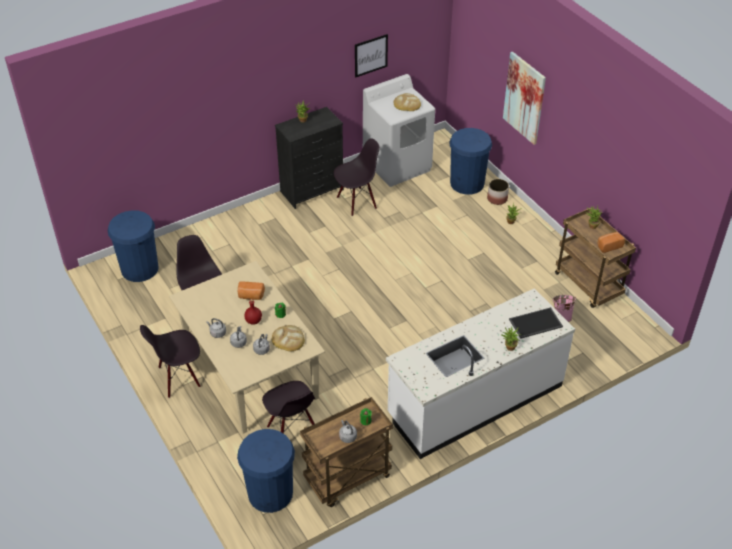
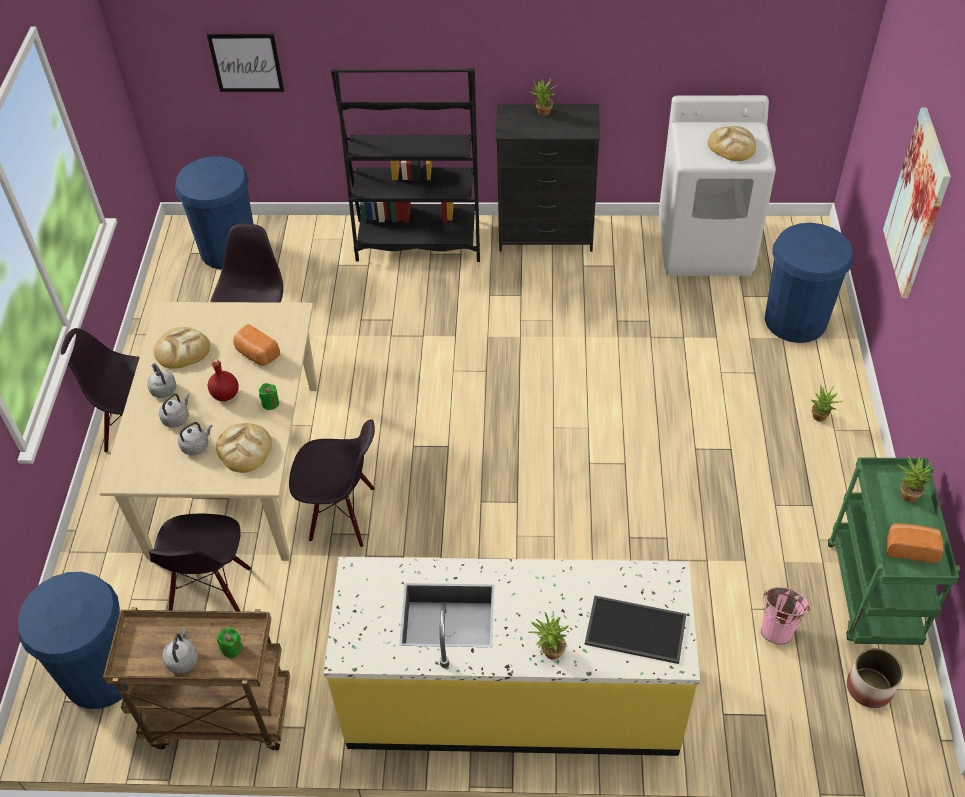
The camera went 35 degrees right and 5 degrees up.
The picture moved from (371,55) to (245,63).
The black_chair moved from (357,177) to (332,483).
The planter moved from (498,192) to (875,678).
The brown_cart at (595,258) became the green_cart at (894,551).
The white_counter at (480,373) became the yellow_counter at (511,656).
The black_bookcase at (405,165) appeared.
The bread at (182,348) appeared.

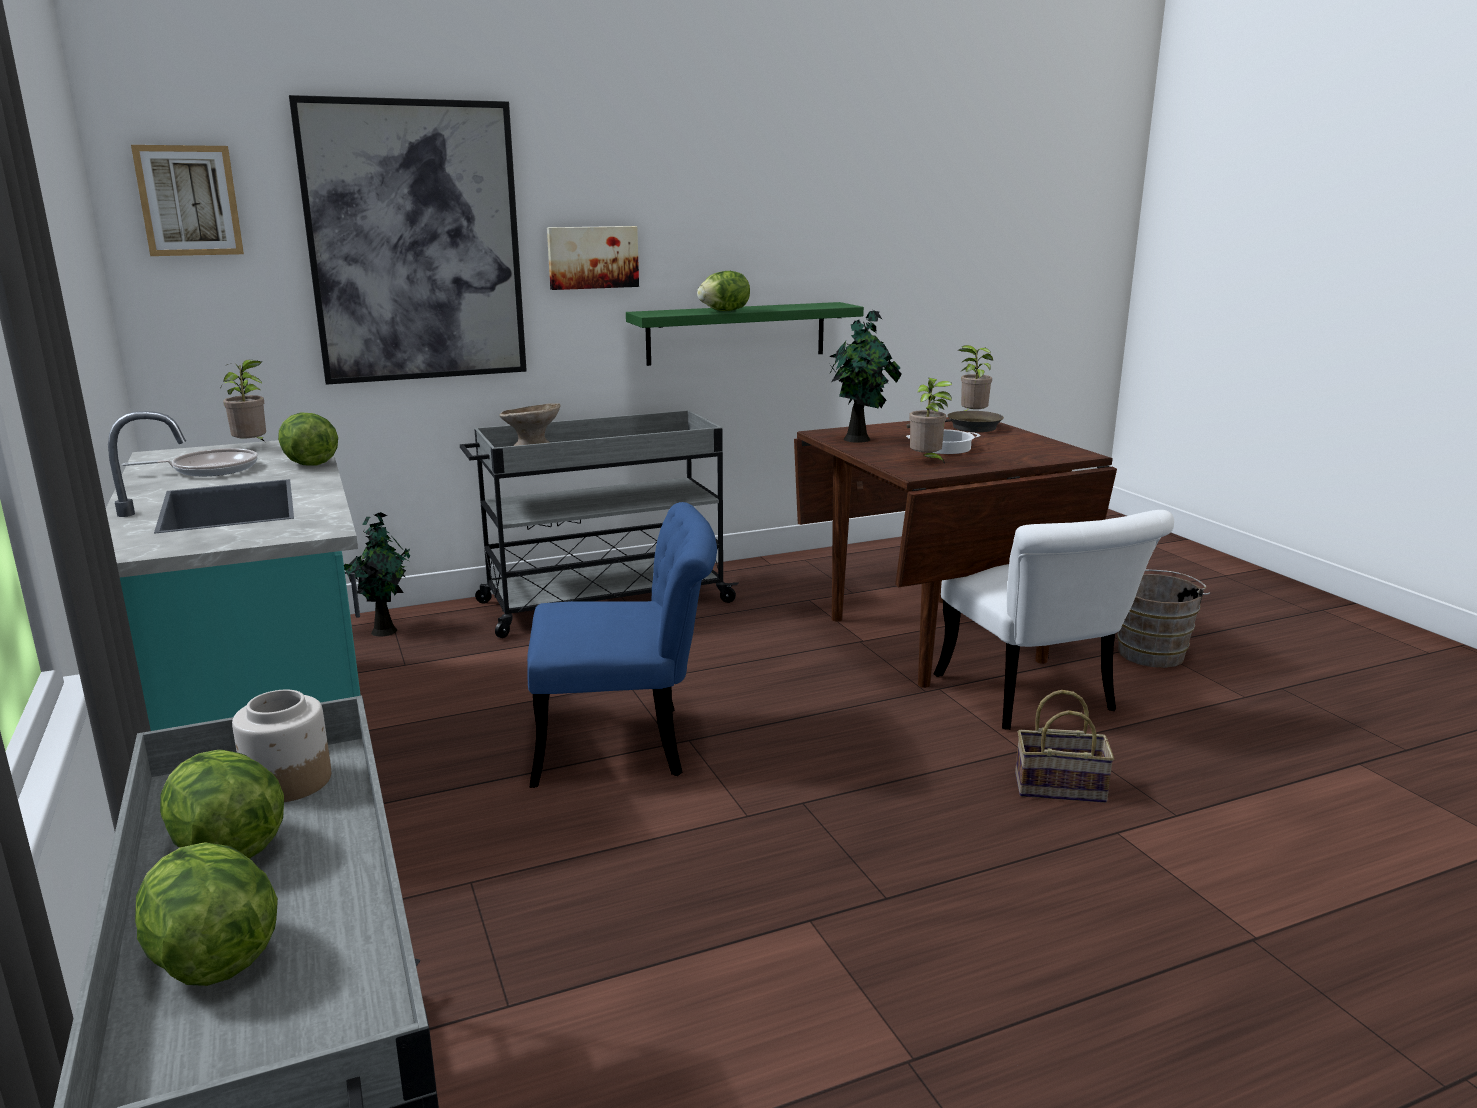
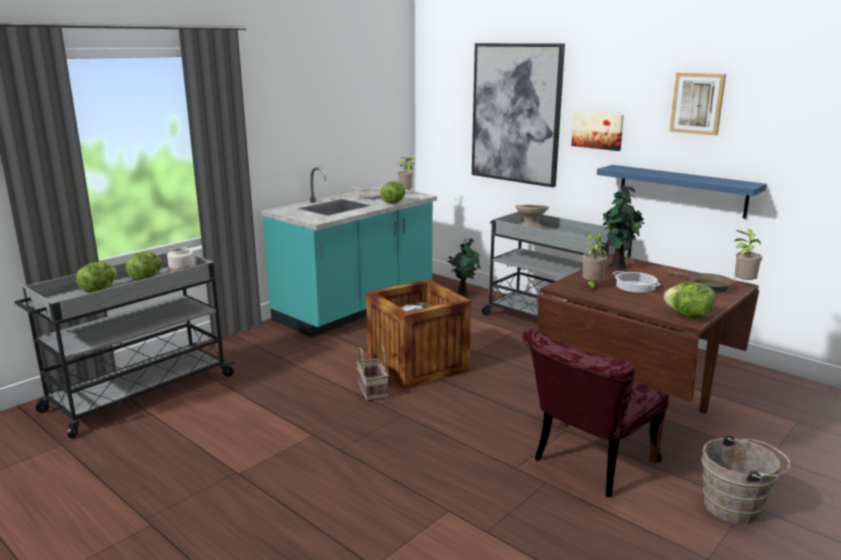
The camera went 65 degrees right and 0 degrees up.
The picture moved from (187,200) to (697,104).
The lettuce moved from (723,291) to (689,300).
The green_shelf at (745,334) became the blue_shelf at (682,191).
The blue_chair at (622,645) was replaced by the crate at (418,334).
The white_chair at (1054,620) became the red_chair at (595,413).
The basket moved from (1064,746) to (372,373).

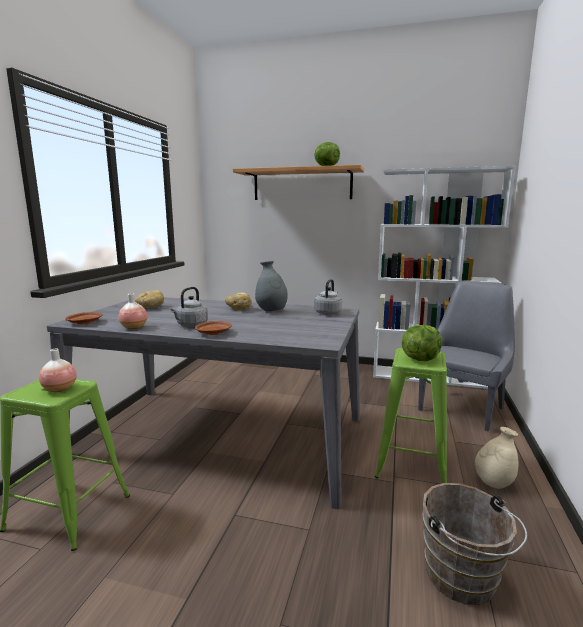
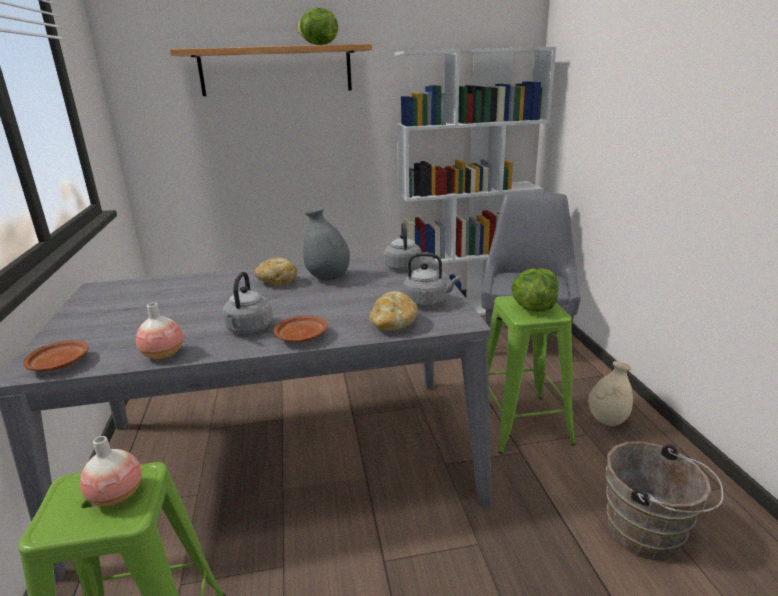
The camera went 25 degrees left and 10 degrees up.
The bread moved from (149,299) to (393,311).
The grey_kettle at (431,280) appeared.

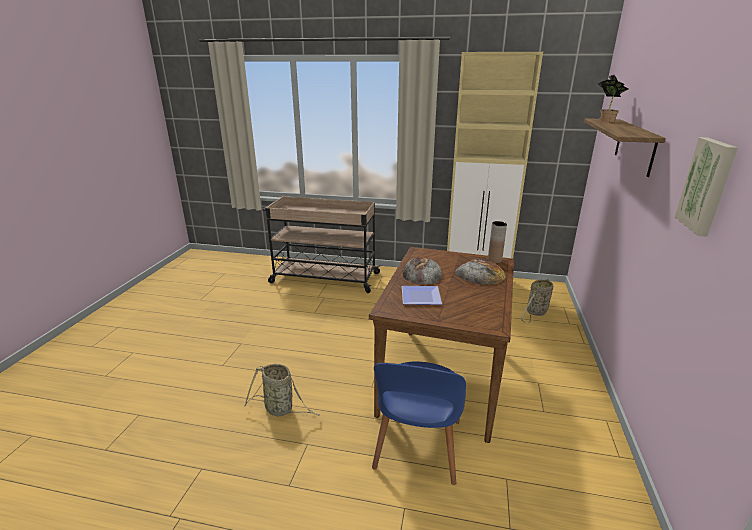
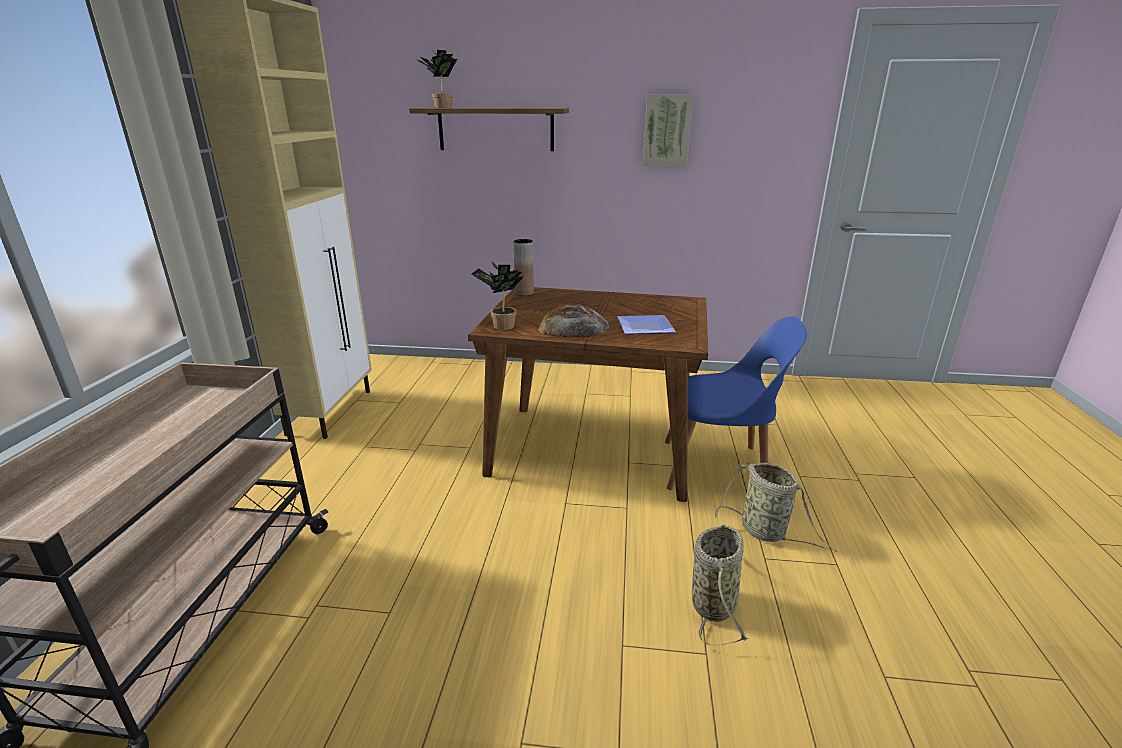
The camera went 95 degrees left and 0 degrees up.
The bread at (480,272) disappeared.
The basket moved from (537,300) to (776,507).
The potted_plant at (497,296) appeared.

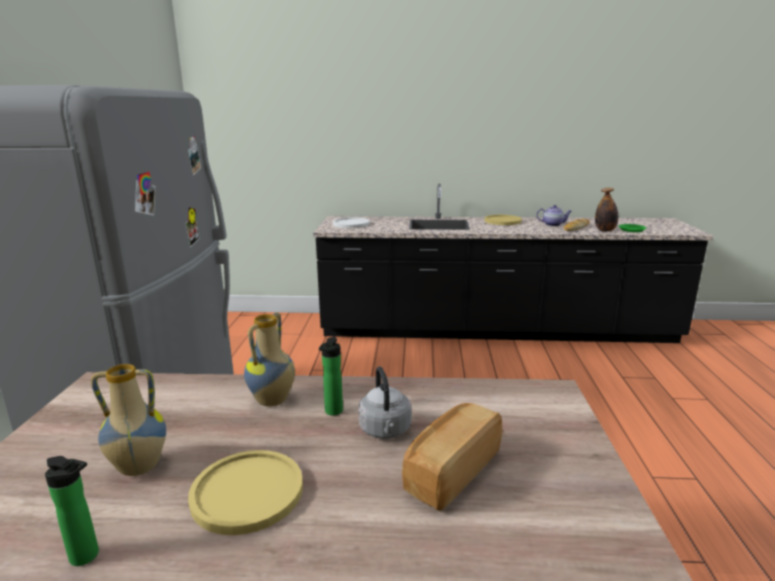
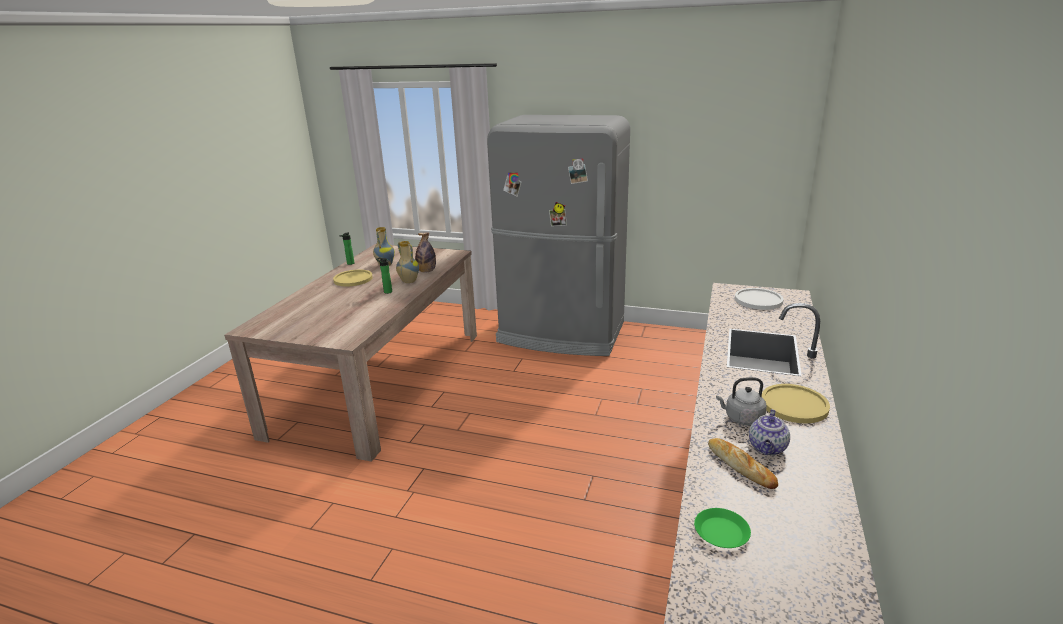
The camera went 105 degrees right and 5 degrees up.
The bottle moved from (606,210) to (425,253).
The grey_kettle moved from (385,402) to (741,401).
The bread at (452,457) disappeared.

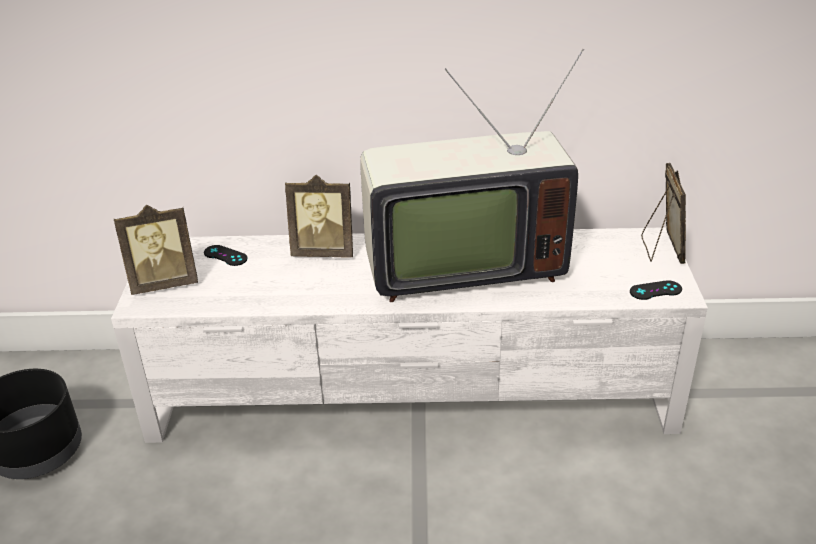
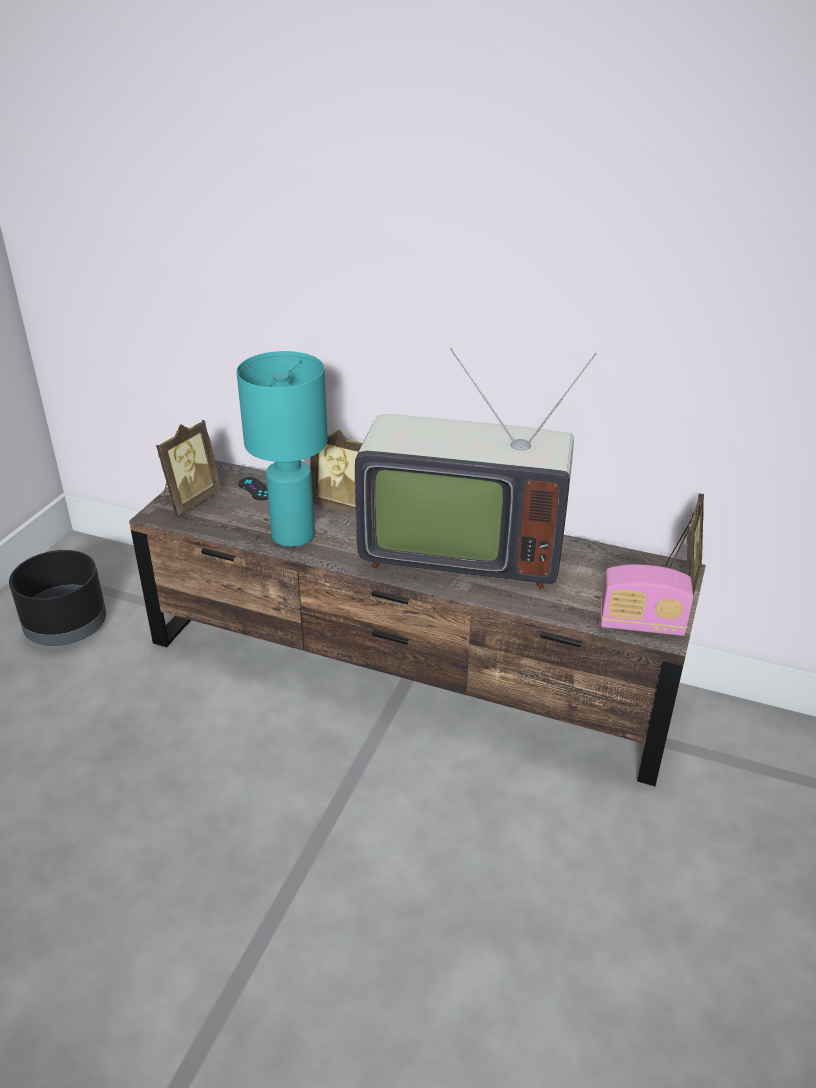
The camera went 20 degrees right and 0 degrees up.
The picture_frame at (156,250) turned 60 degrees counterclockwise.
The white_tv_stand at (409,335) became the brown_tv_stand at (417,623).
The black_game_controller at (656,290) was replaced by the radio at (647,600).
The turquoise_table_lamp at (282,449) appeared.

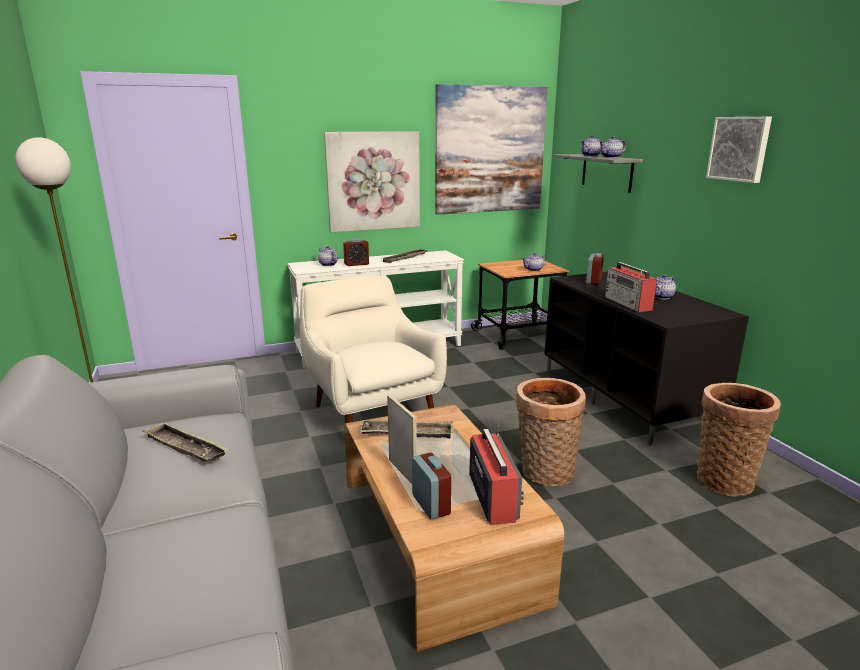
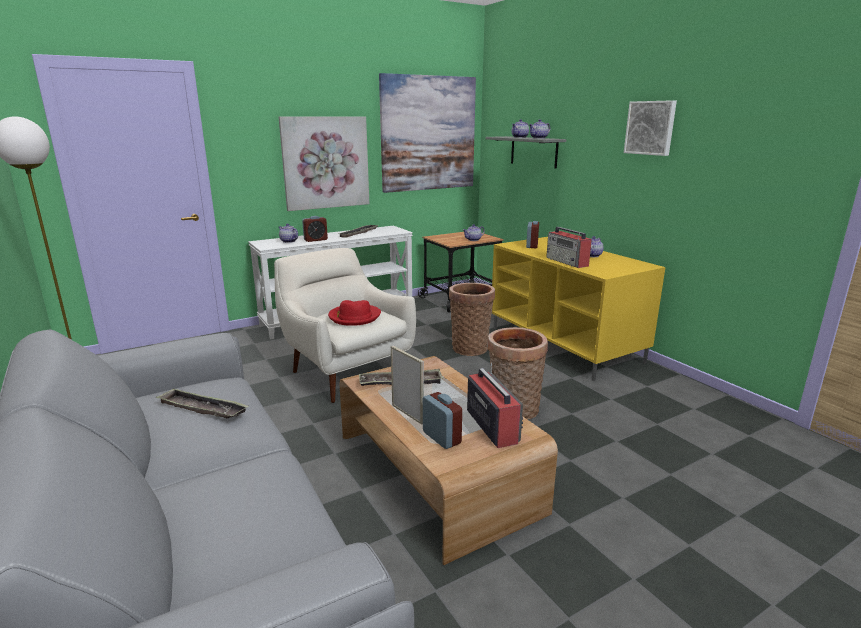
The camera went 10 degrees left and 0 degrees up.
The black_tv_stand at (646,358) became the yellow_tv_stand at (579,309).
The basket moved from (739,440) to (472,319).
The red_hat at (354,313) appeared.

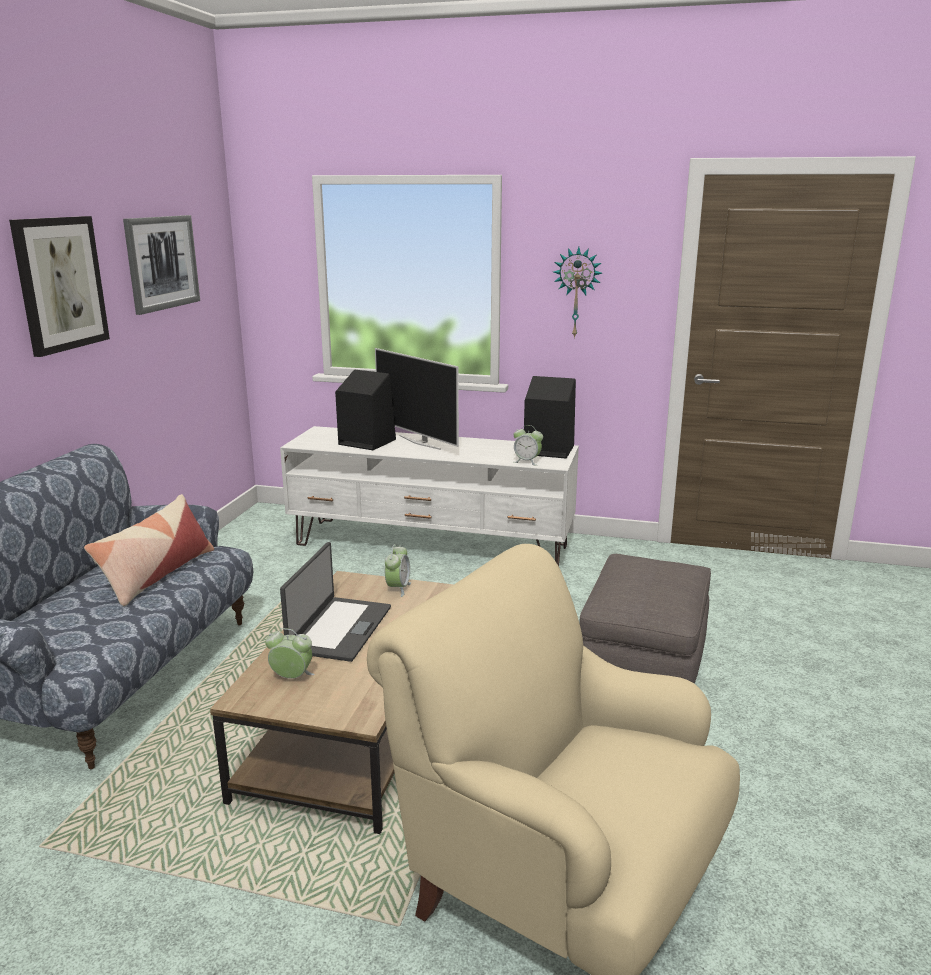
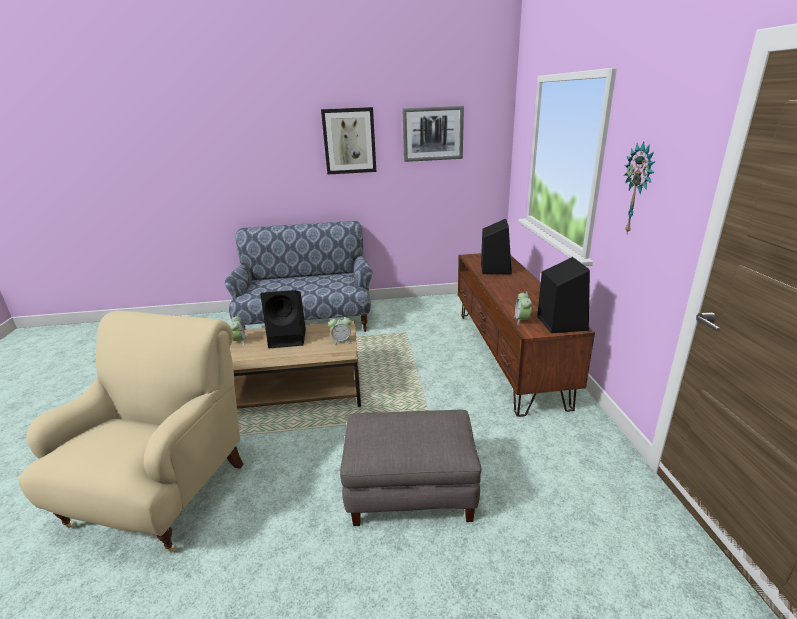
The camera went 70 degrees right and 5 degrees up.
The television at (417,399) disappeared.
The white_tv_stand at (429,496) became the brown_tv_stand at (526,335).
The pillow at (149,550) disappeared.
The laptop at (335,602) was replaced by the black_speaker at (283,319).

